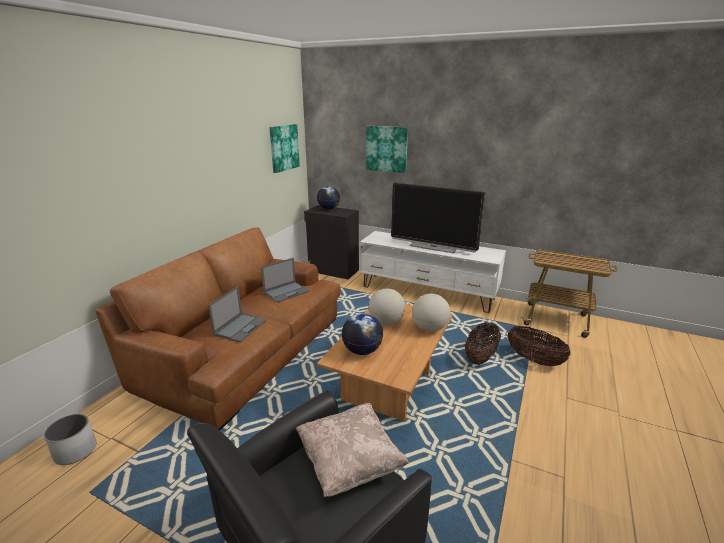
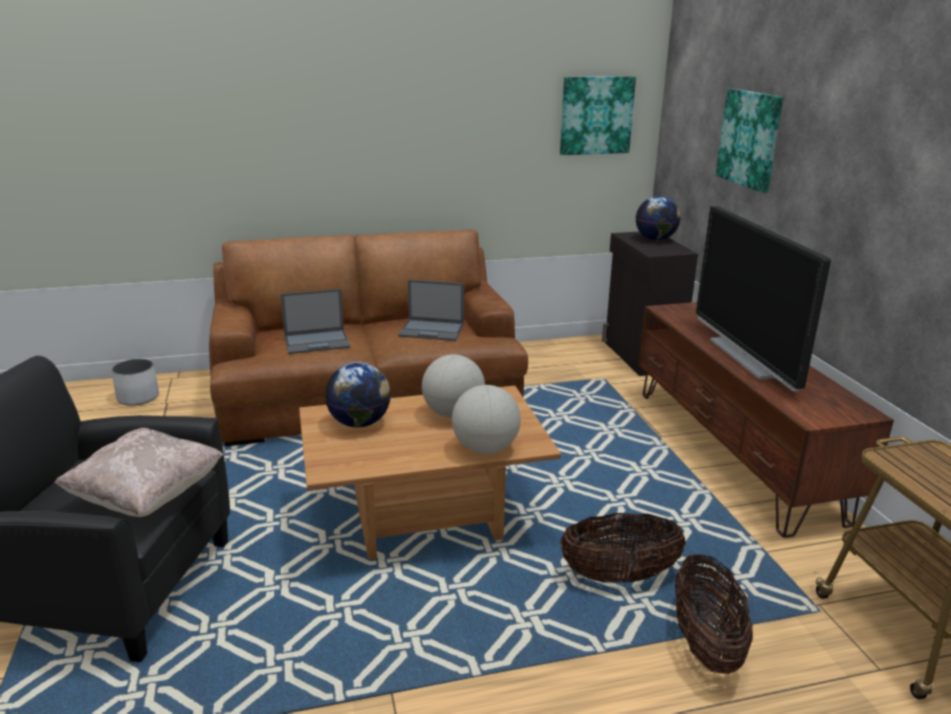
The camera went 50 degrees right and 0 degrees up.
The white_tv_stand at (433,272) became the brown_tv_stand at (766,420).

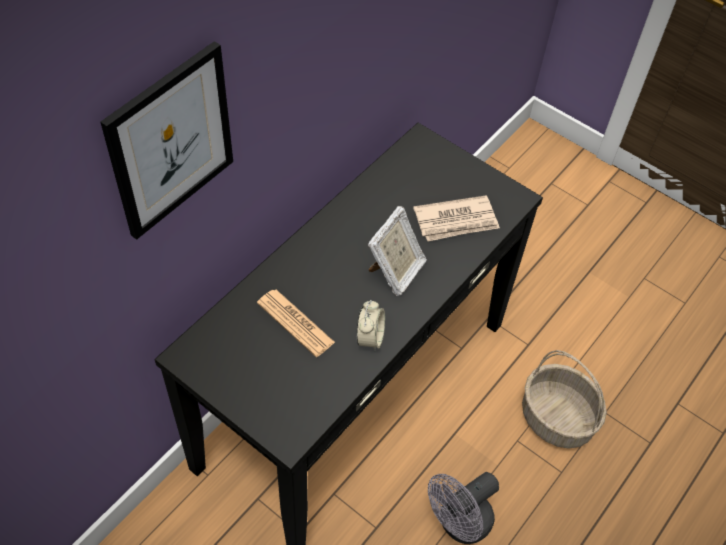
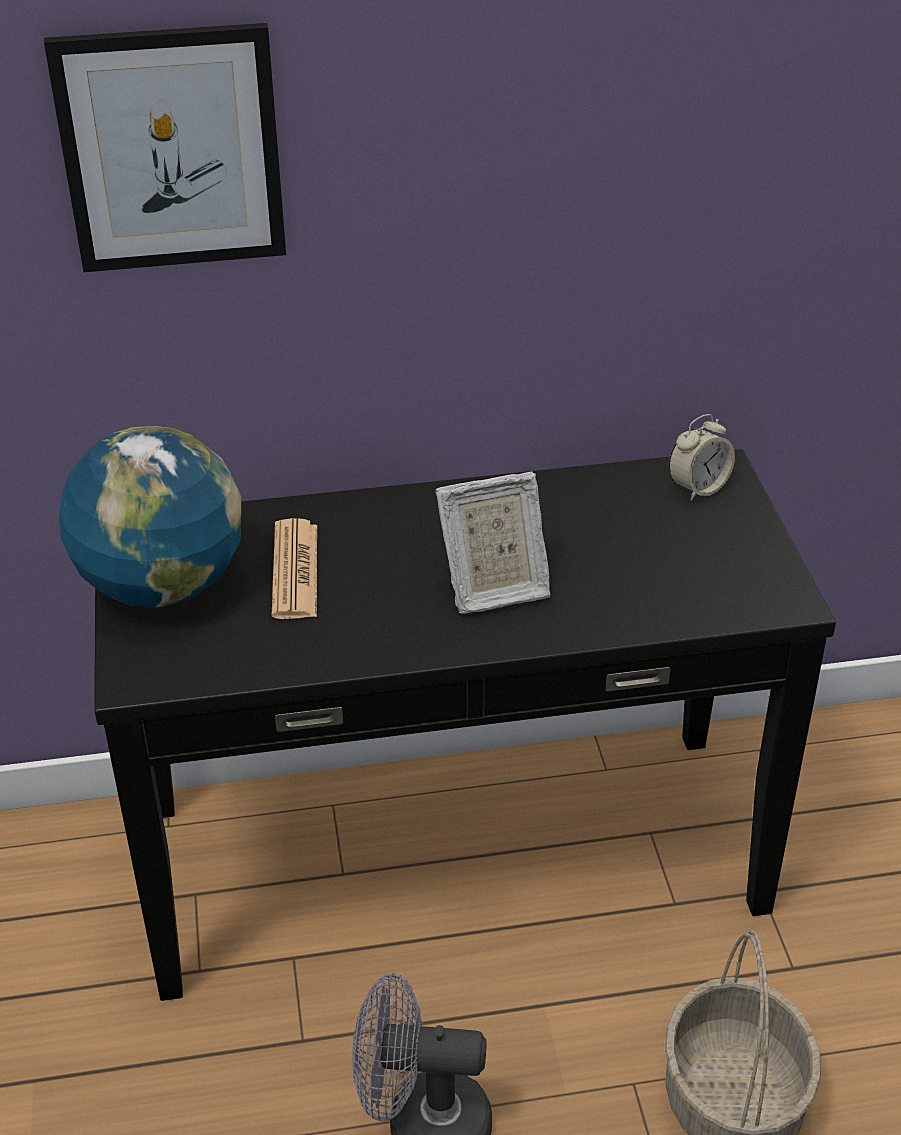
The camera went 45 degrees right and 15 degrees down.
The newspaper at (456,218) disappeared.
The alarm_clock moved from (370,325) to (702,457).
The globe at (150,517) appeared.

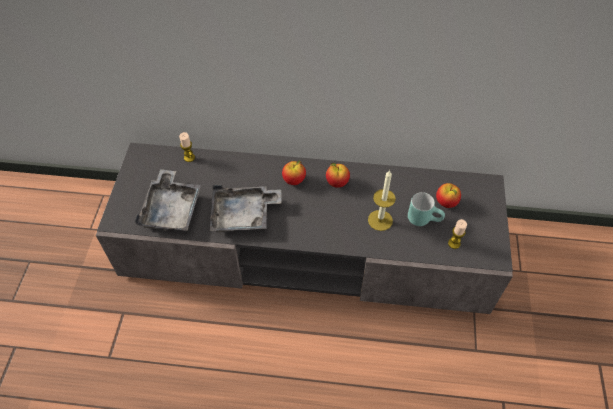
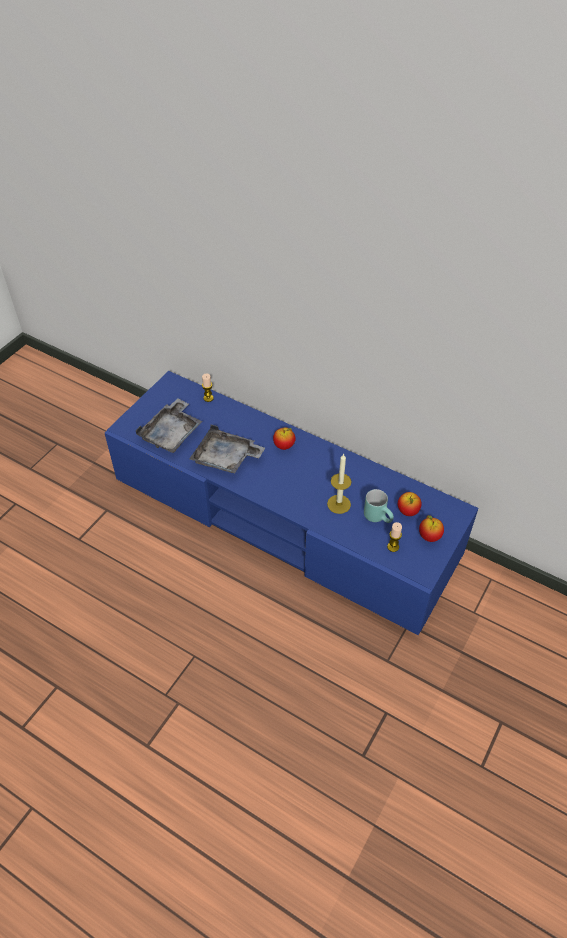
The camera went 25 degrees right and 5 degrees down.
The grey_tv_stand at (304,228) became the blue_tv_stand at (291,503).
The apple moved from (338,175) to (431,528).

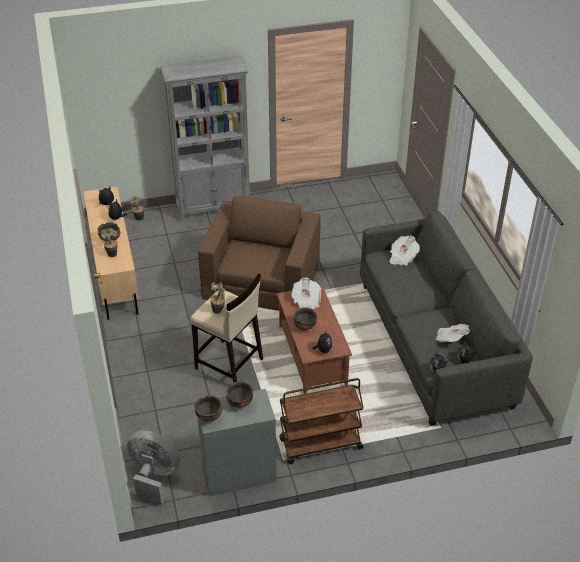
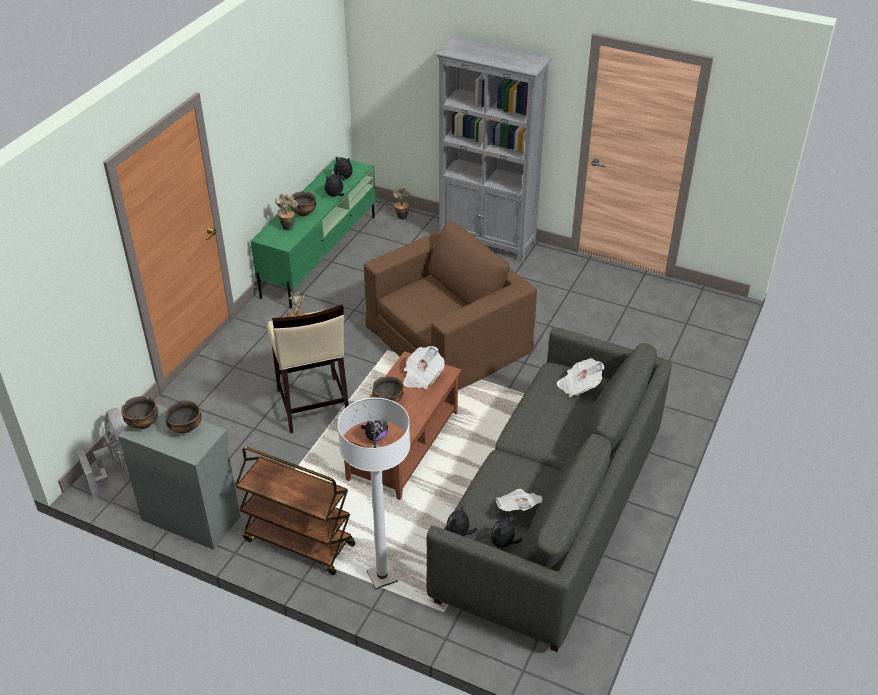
The camera went 40 degrees right and 0 degrees up.
The beige_tv_stand at (111,253) became the green_tv_stand at (313,232).
The white_floor_lamp at (374,493) appeared.

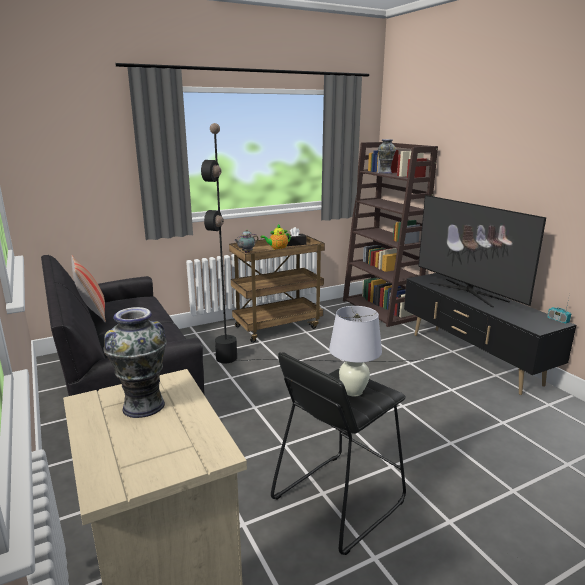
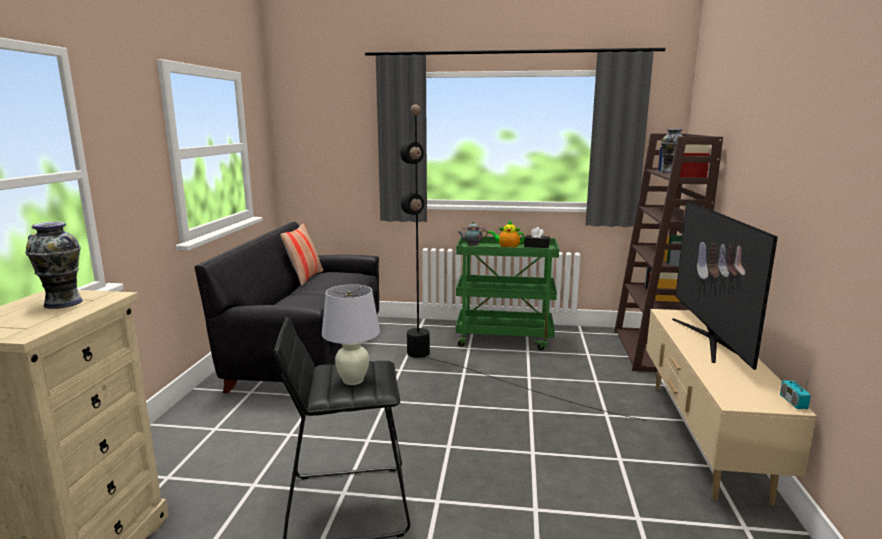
The camera went 35 degrees right and 5 degrees down.
The brown_cart at (277,288) became the green_cart at (507,293).
The black_tv_stand at (490,334) became the beige_tv_stand at (731,407).

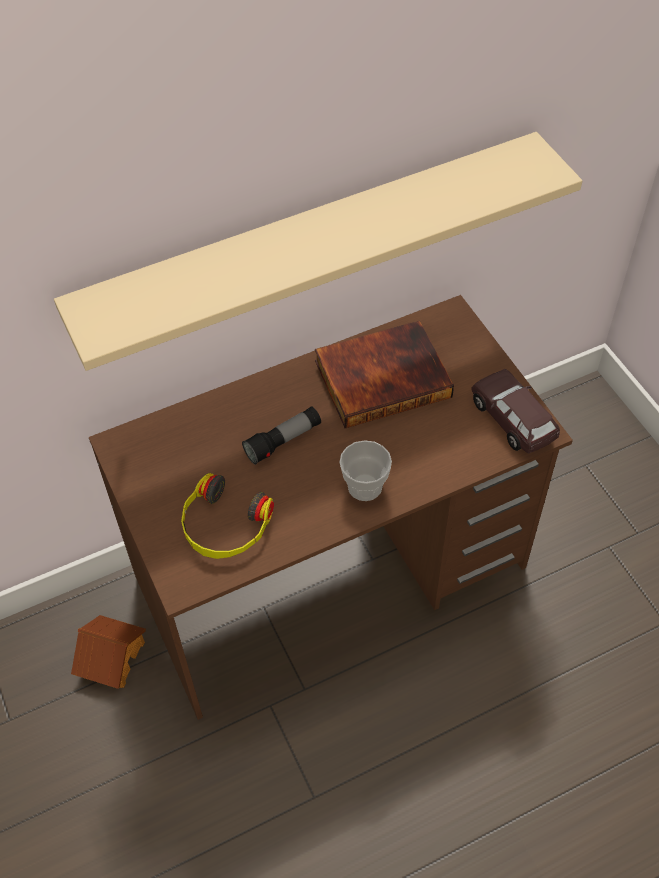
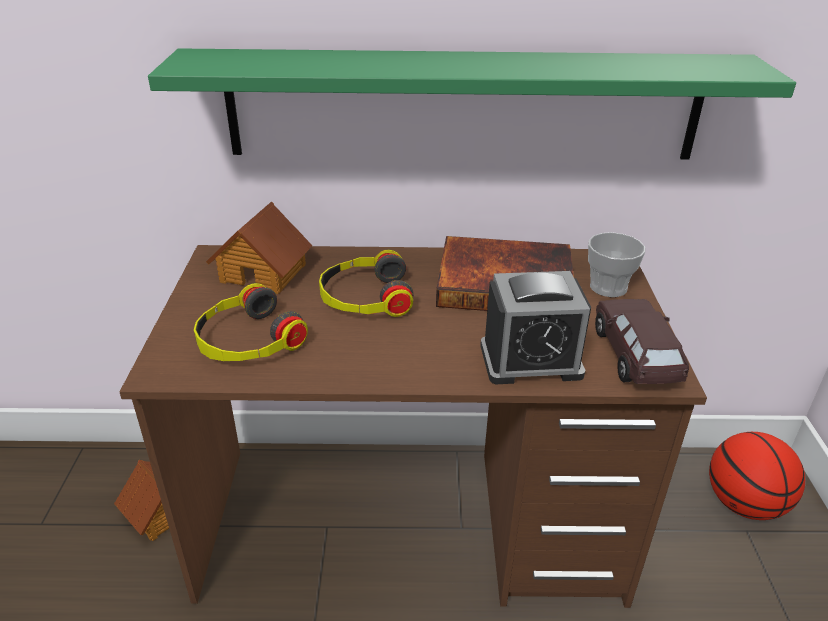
The camera went 25 degrees right and 20 degrees down.
The beige_shelf at (318,251) became the green_shelf at (472,104).
The flashlight at (281,435) was replaced by the headphones at (366,283).
The cup moved from (365,470) to (616,264).
The toy_house at (259,247) appeared.
The alarm_clock at (535,327) appeared.
The basketball at (757,476) appeared.

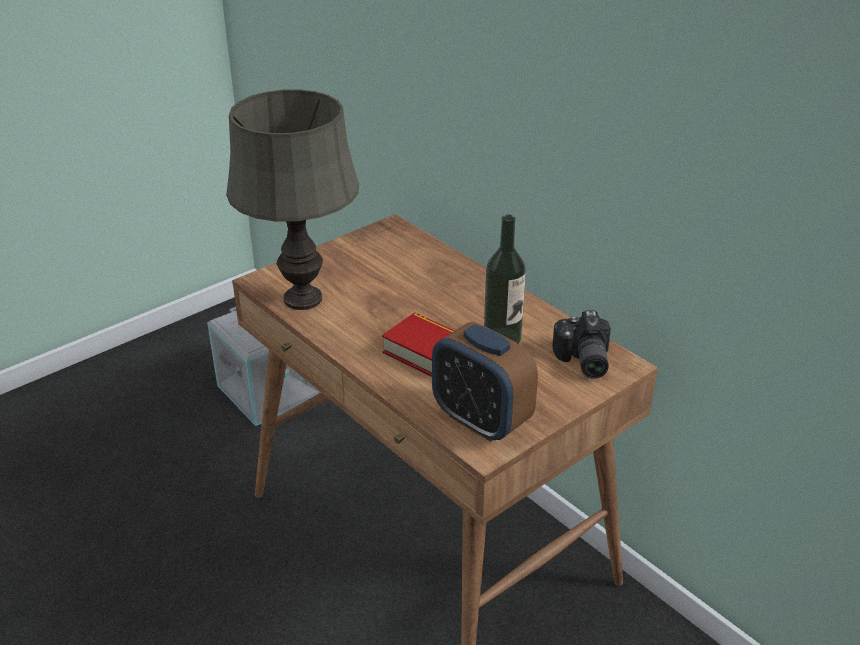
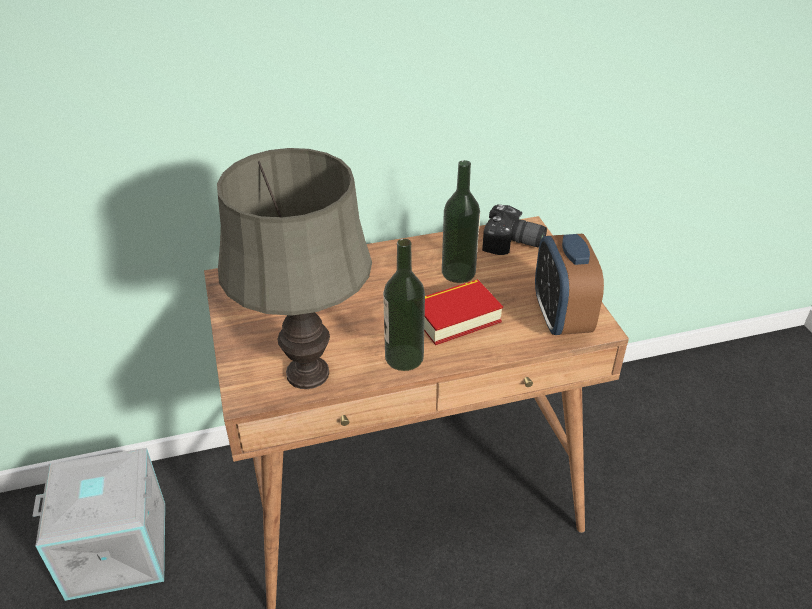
The camera went 65 degrees left and 5 degrees up.
The alarm_clock at (485,382) turned 105 degrees clockwise.
The bottle at (404,305) appeared.

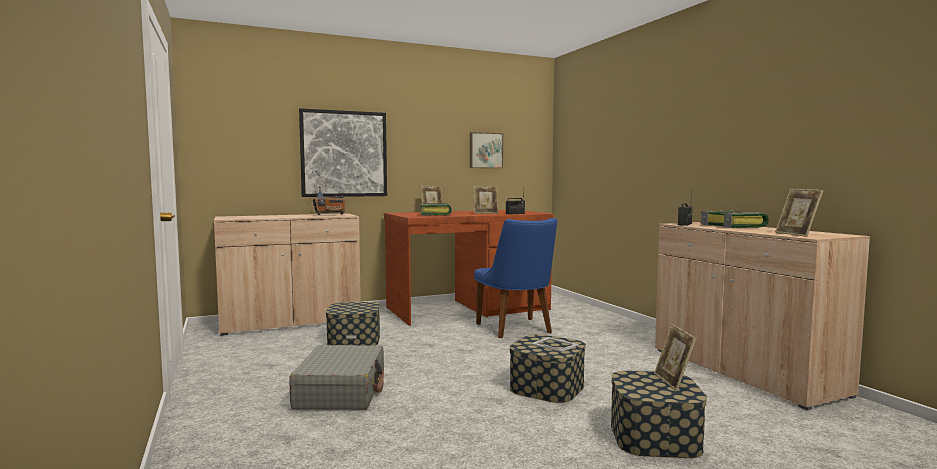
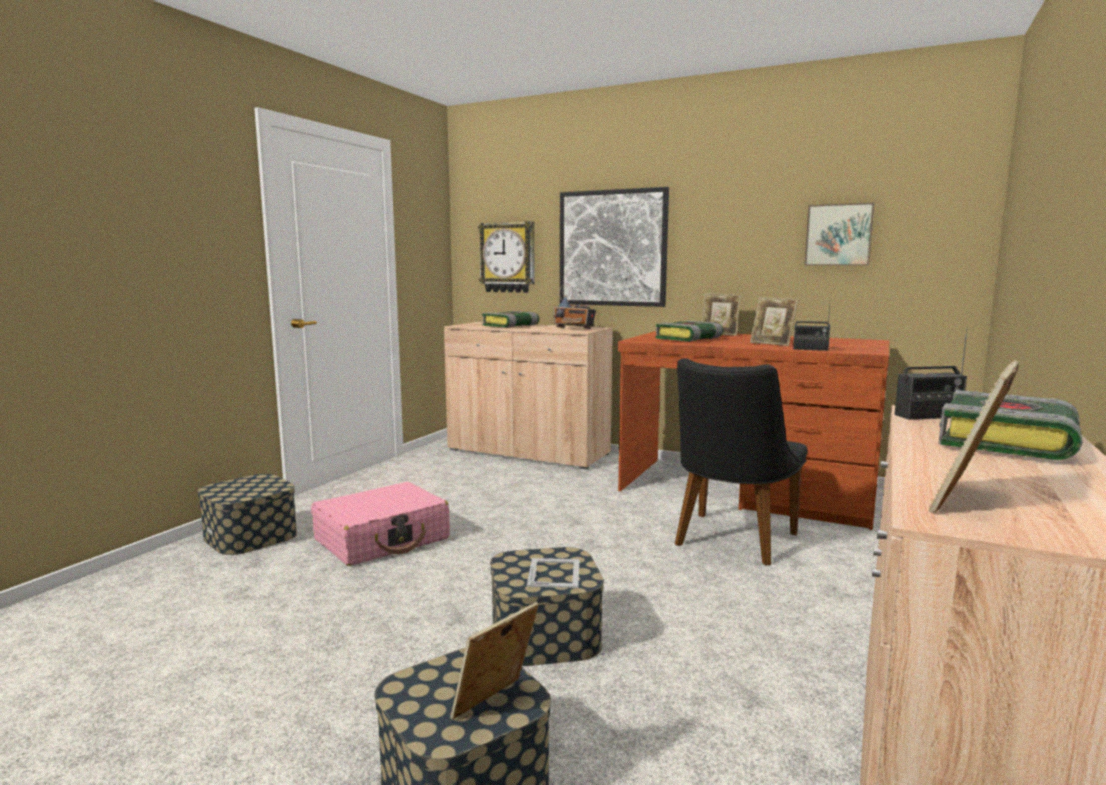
The camera went 50 degrees right and 5 degrees up.
The blue_chair at (515,278) became the black_chair at (741,462).
The storage_box moved from (353,324) to (247,514).
The grey_suitcase at (336,377) became the pink_suitcase at (380,524).
The wall_clock at (506,257) appeared.
The book at (510,319) appeared.

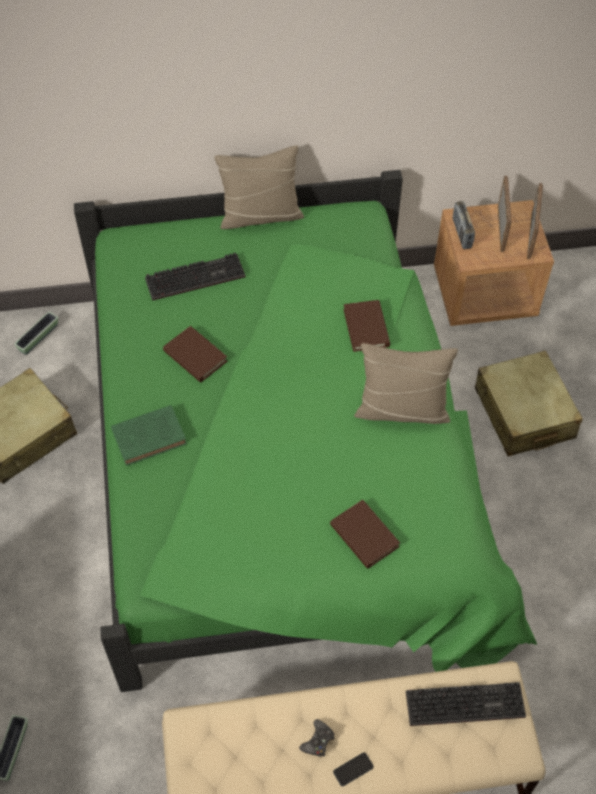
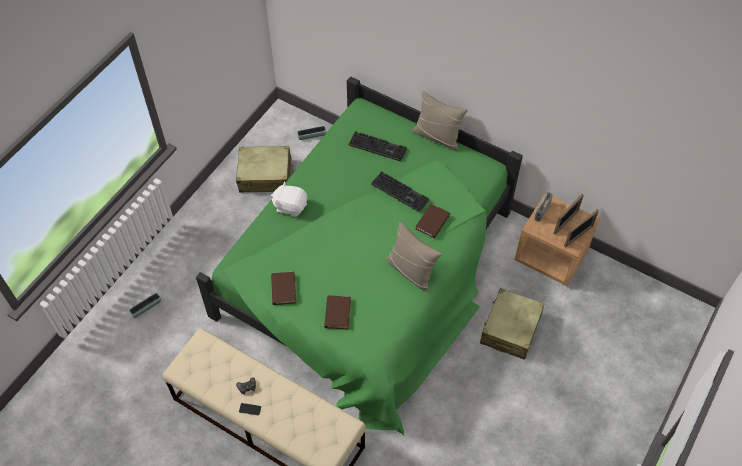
The camera went 40 degrees right and 0 degrees up.
The brown_book moved from (195,354) to (283,288).
The green_book at (149,435) was replaced by the white_plush_toy at (289,199).
The keyboard moved from (466,704) to (400,191).

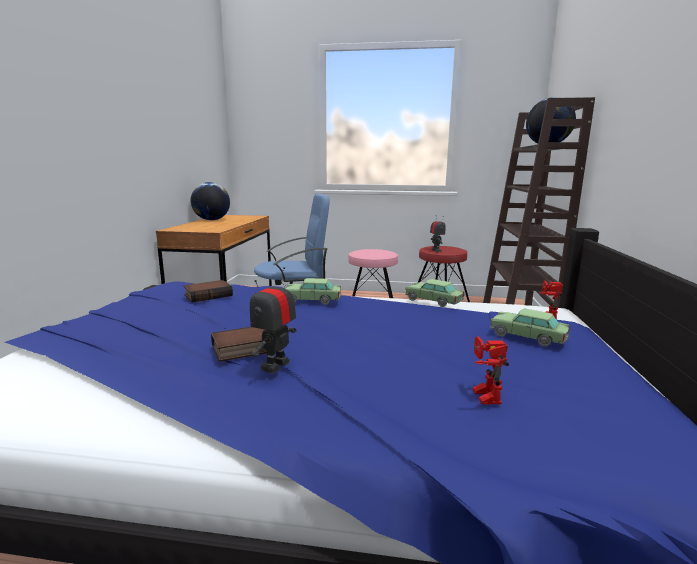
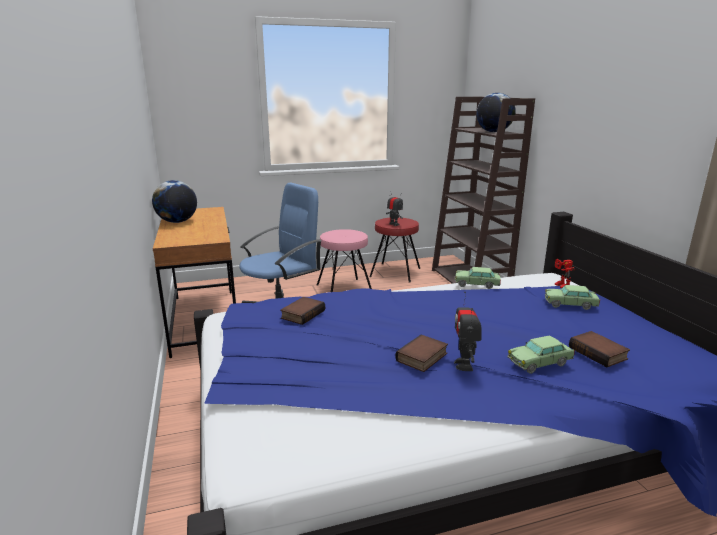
The camera went 25 degrees left and 5 degrees up.
The toy_car moved from (313,291) to (541,355).
The toy_robot at (491,370) was replaced by the book at (599,349).

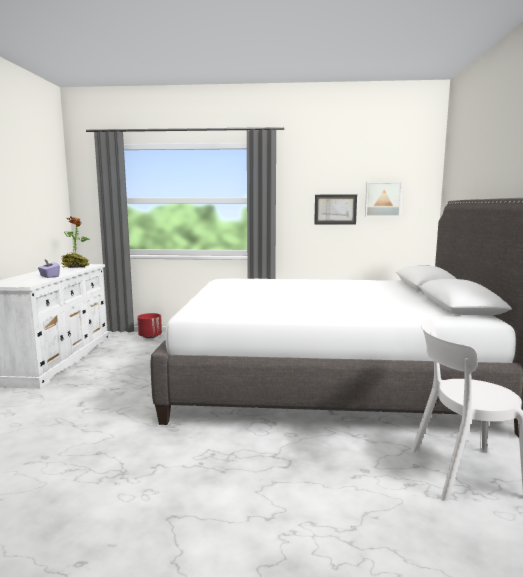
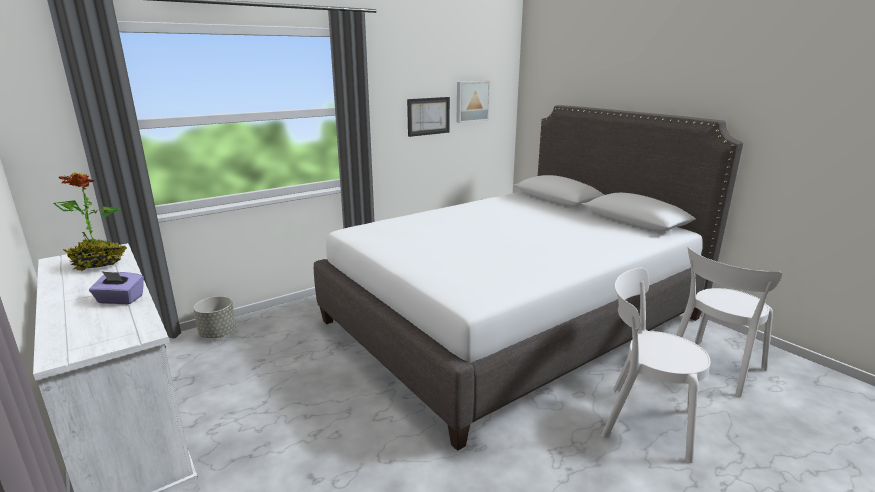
The camera went 40 degrees left and 10 degrees up.
The red_planter at (149,325) became the grey_planter at (214,317).
The white_chair at (655,365) appeared.

